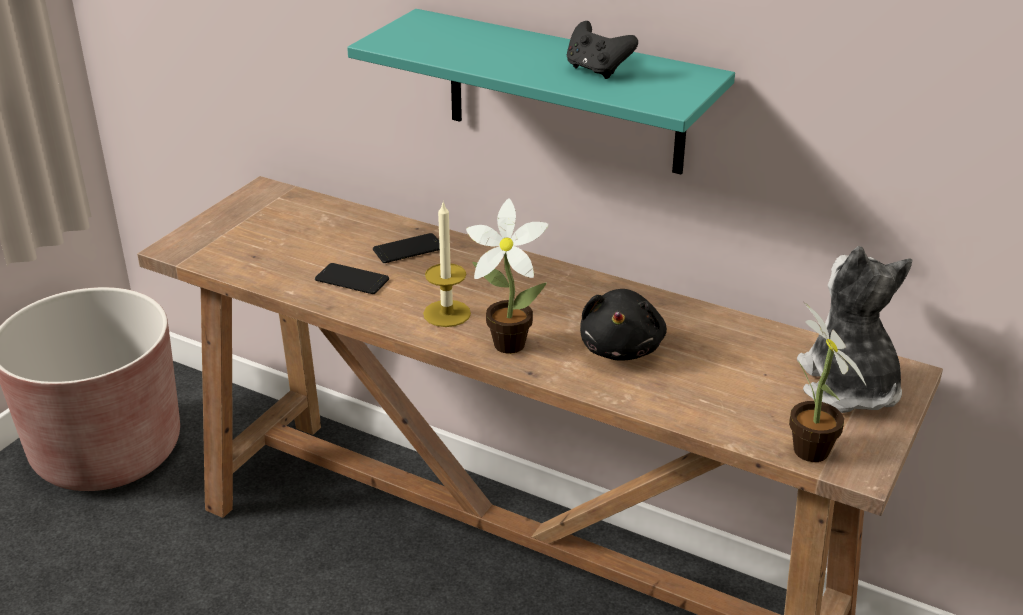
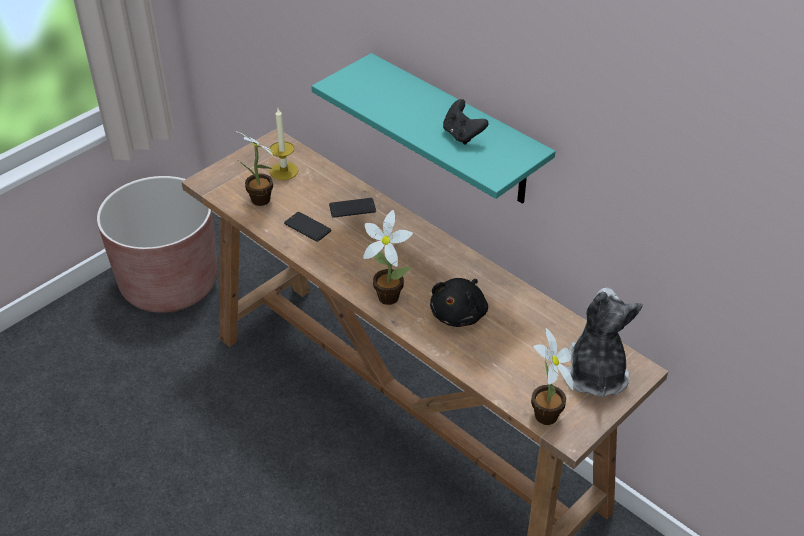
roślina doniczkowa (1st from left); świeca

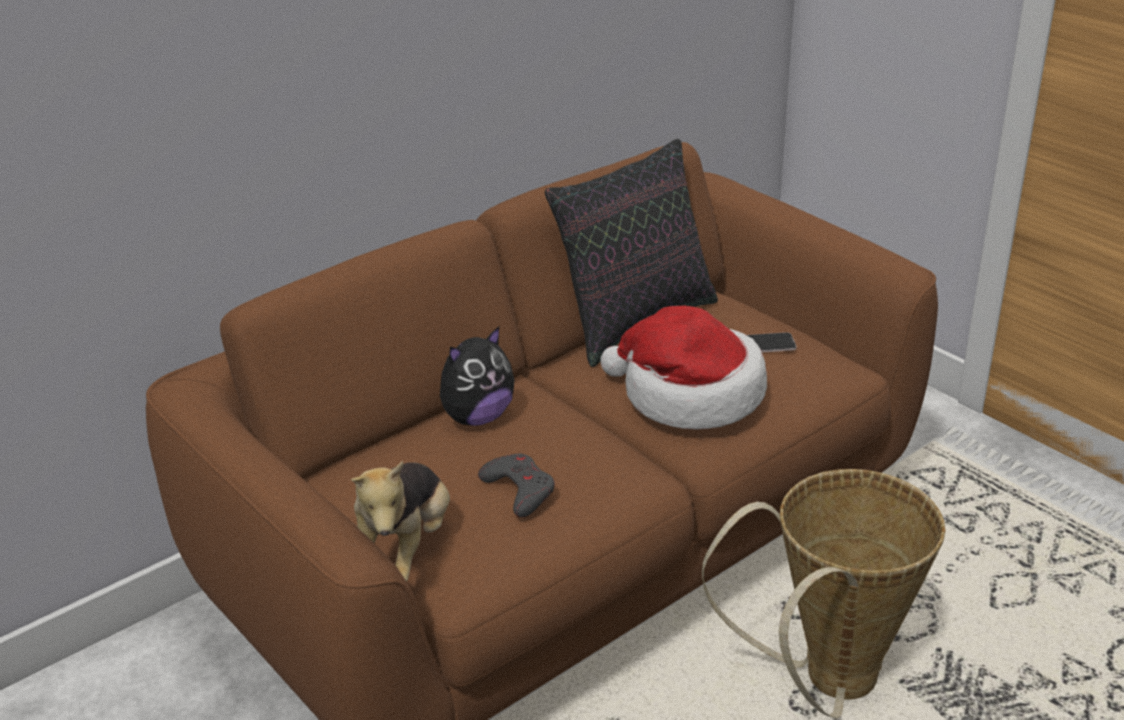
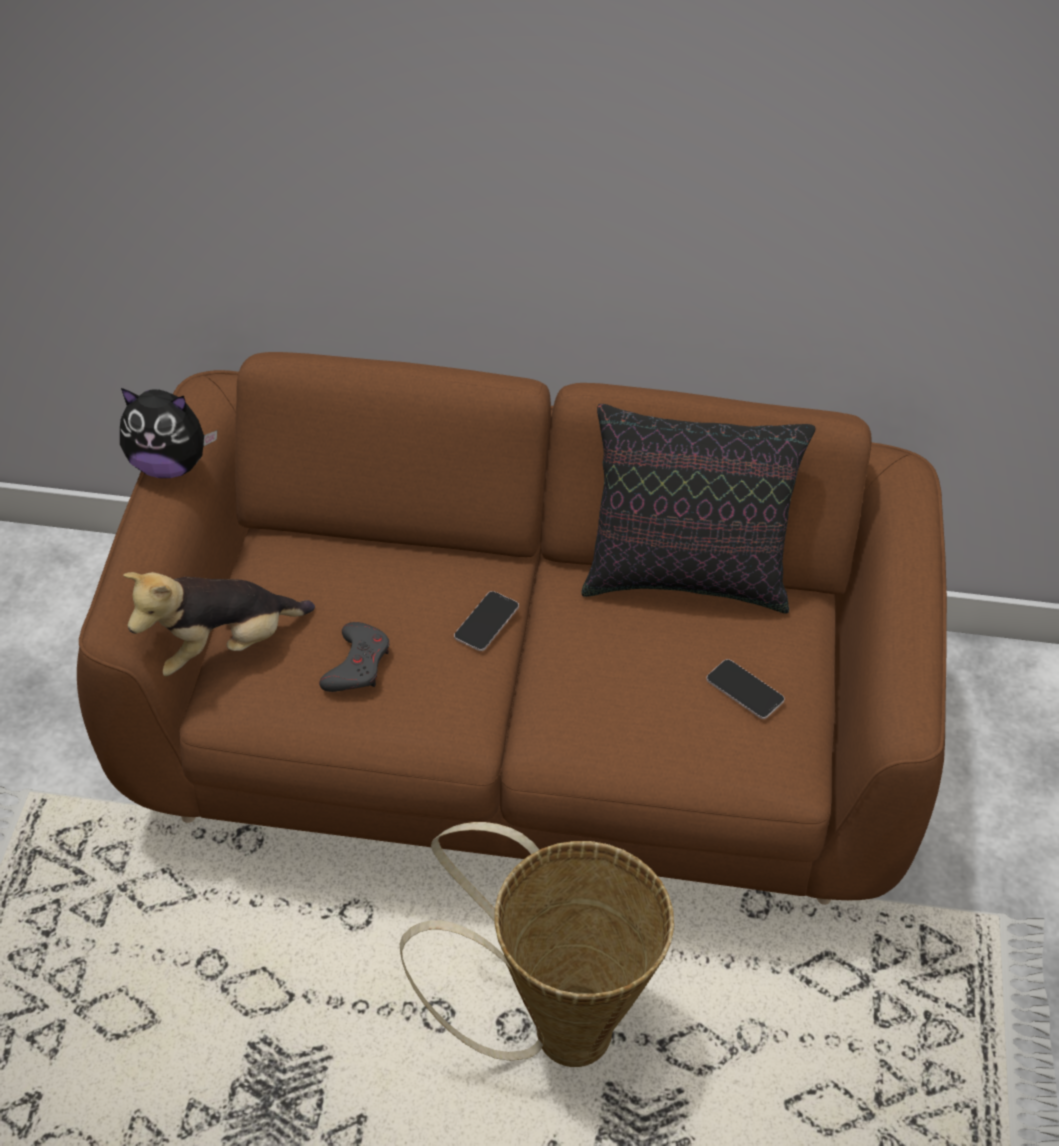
kapelusz; telefon (1st from left); pluszak (1st from left)

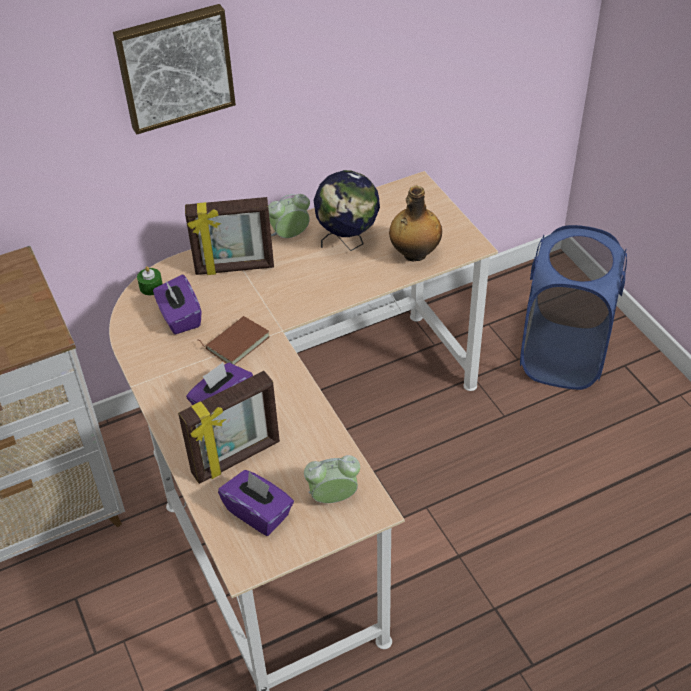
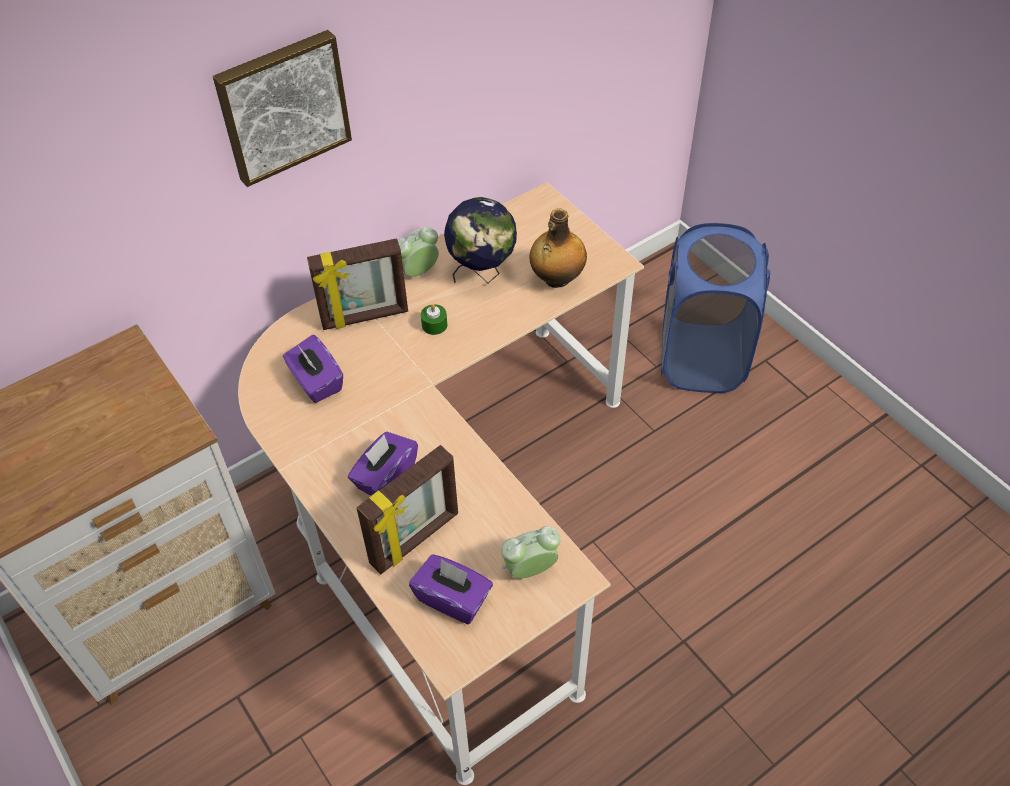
książka (brązowy); świeca (zielony)

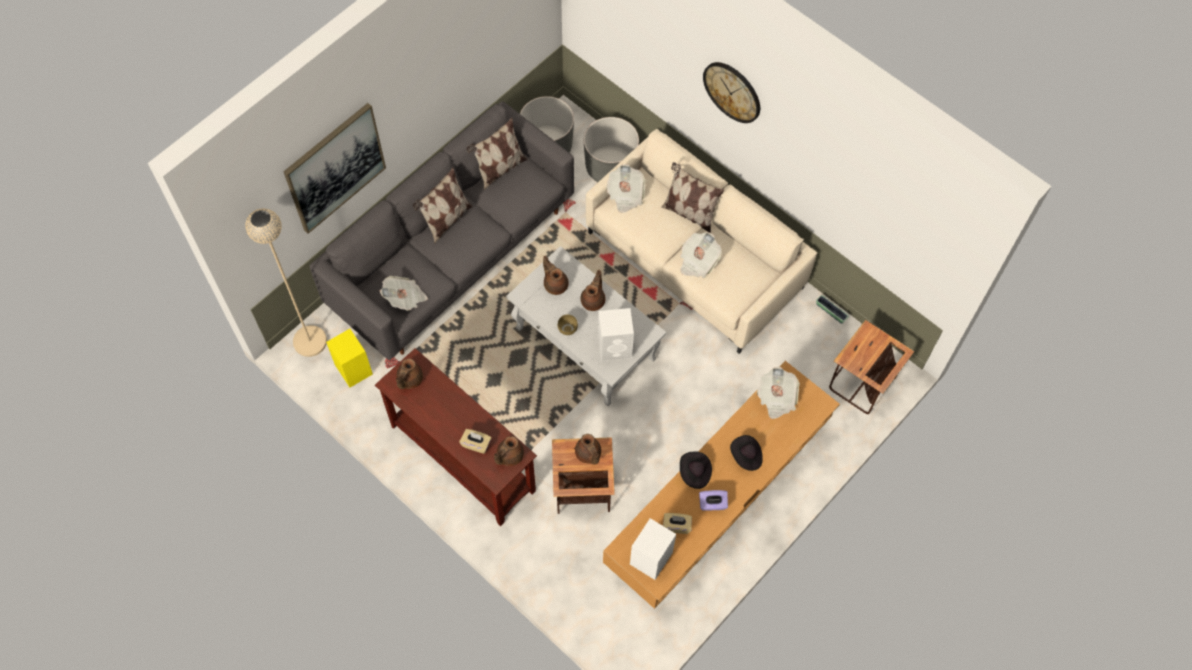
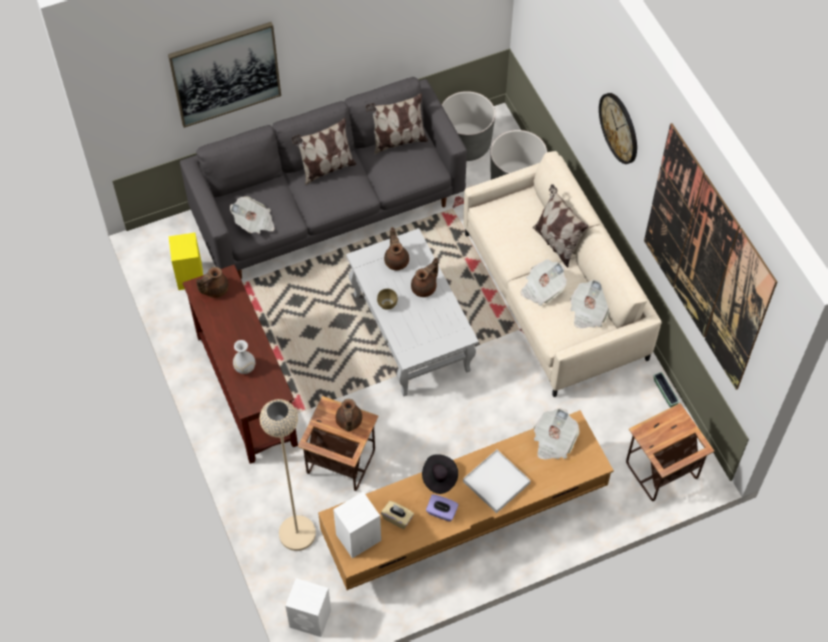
imbryk (brązowy) (2nd from left in the first image); obraz (2nd from left); lampa stojąca (beżowy); głośnik (biały) (1st from left); gazeta (4th from left); wazon (biały); taca (biały)

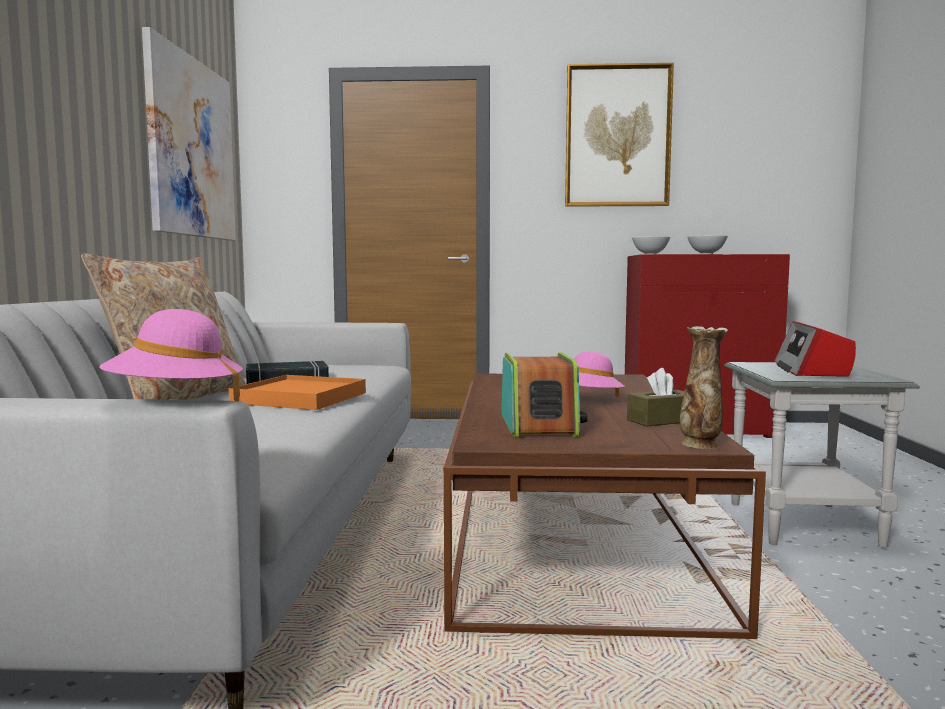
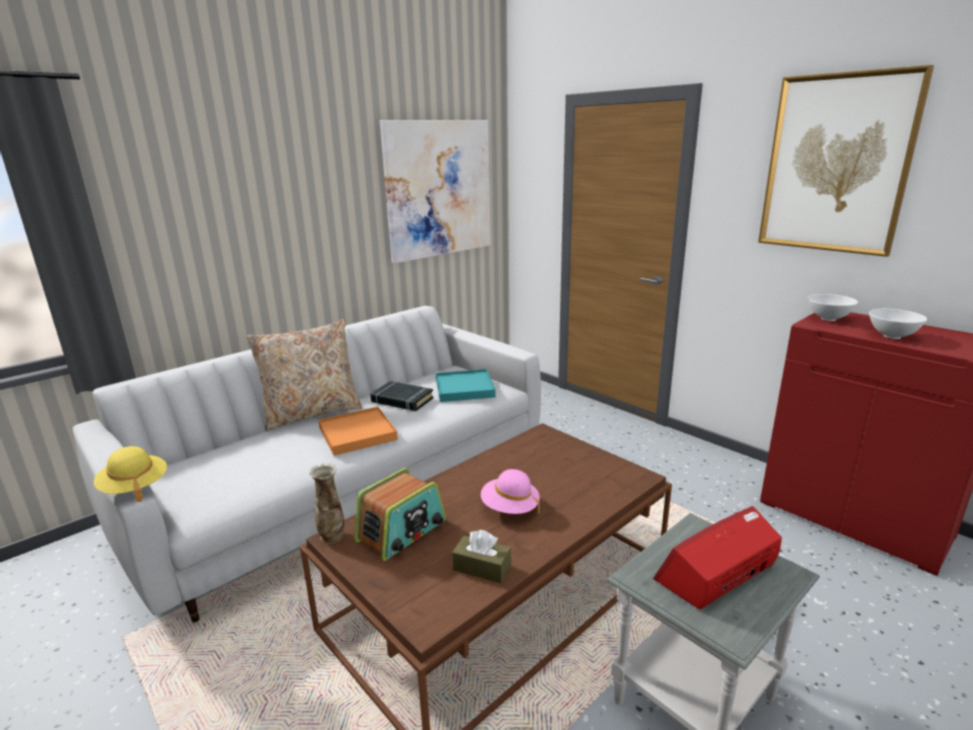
taca (turkusowy); wazon; kapelusz (żółty)

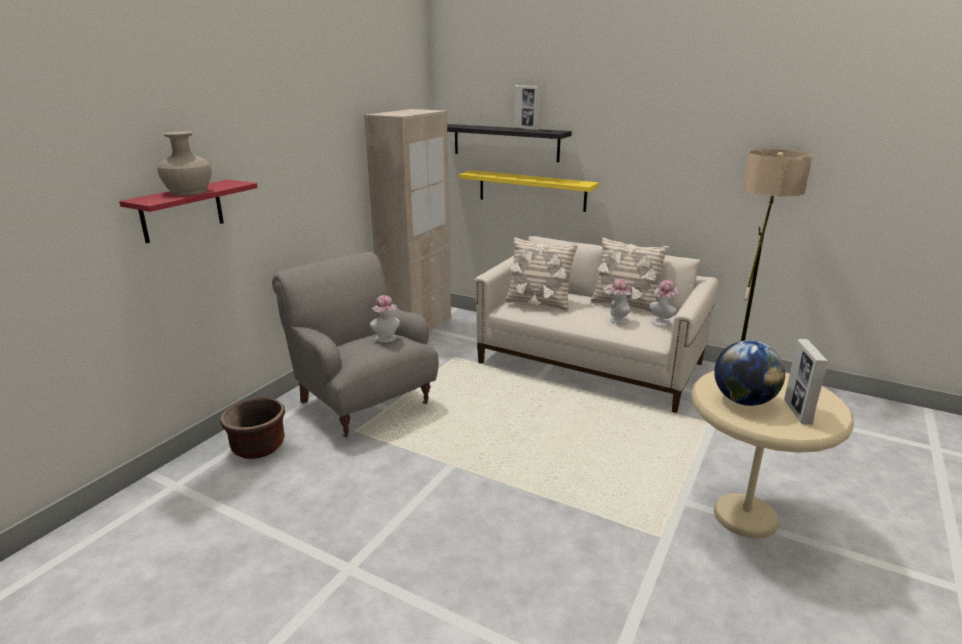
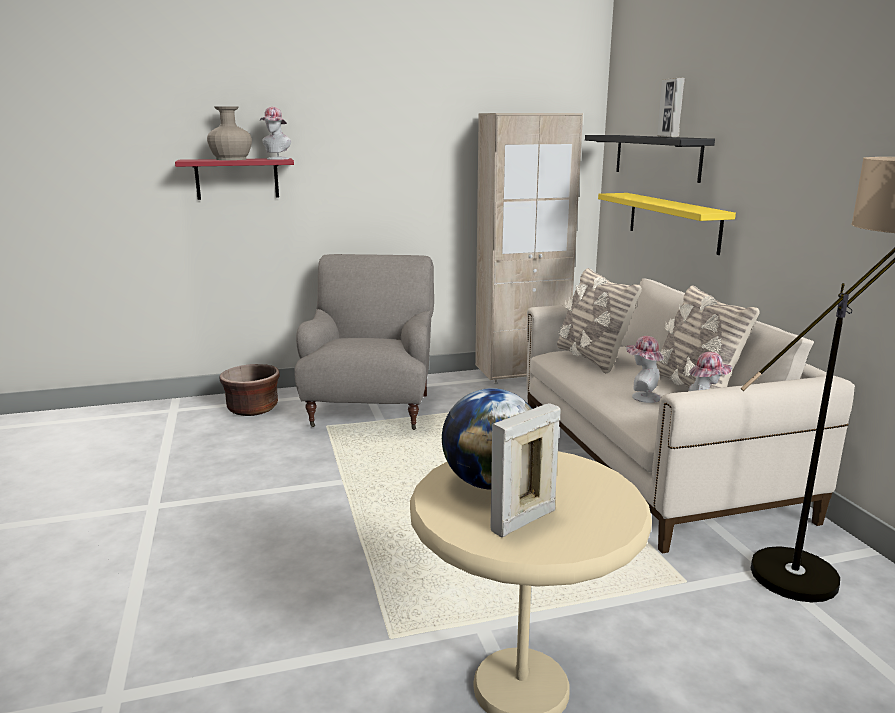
kapelusz (1st from left)

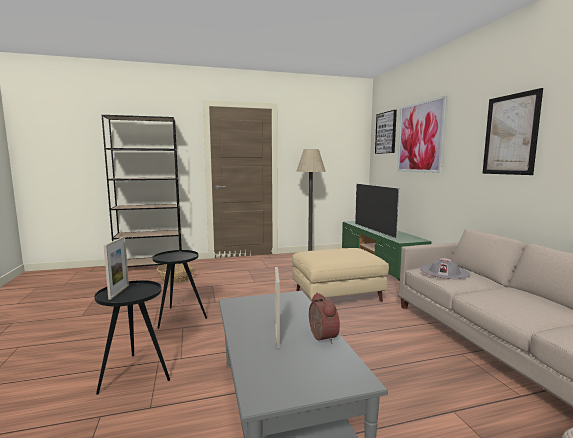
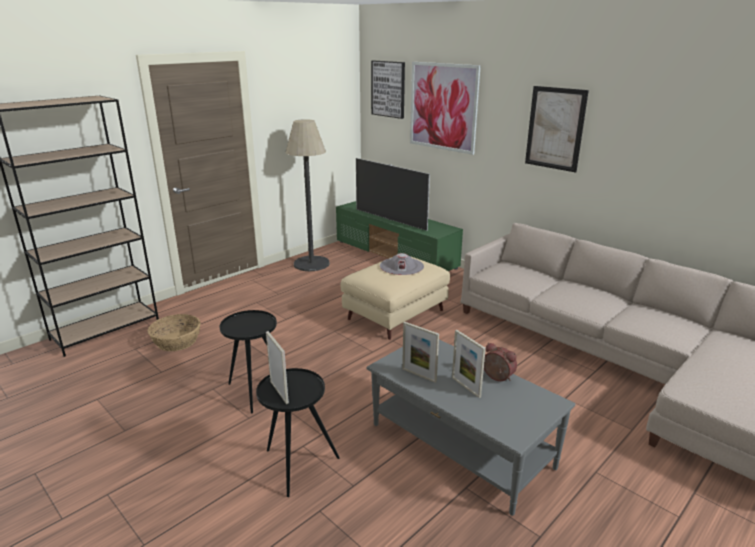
ramka na zdjęcie (2nd from left); kapelusz (szary)

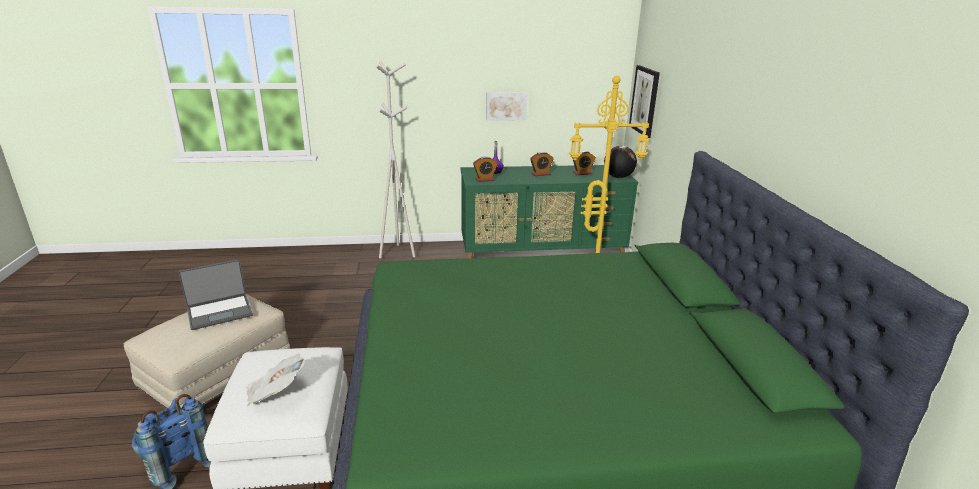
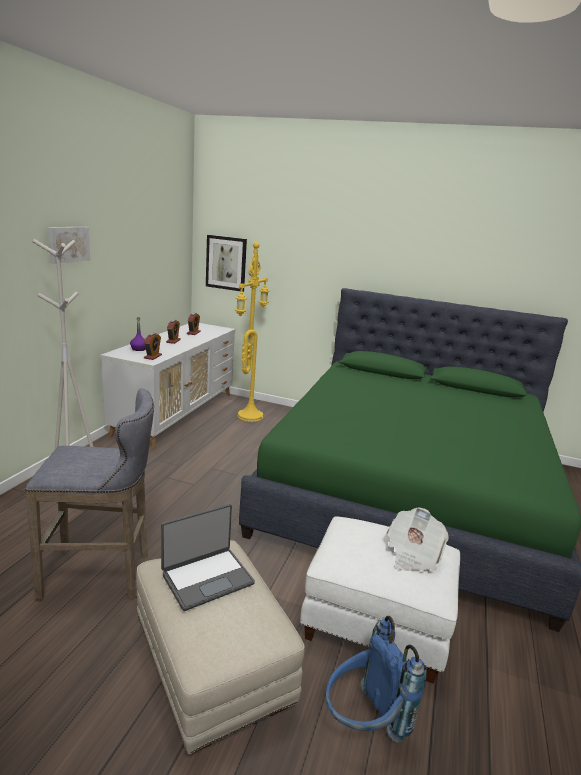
globus; stołek (szary); obraz (1st from left); komoda (biały); laptop

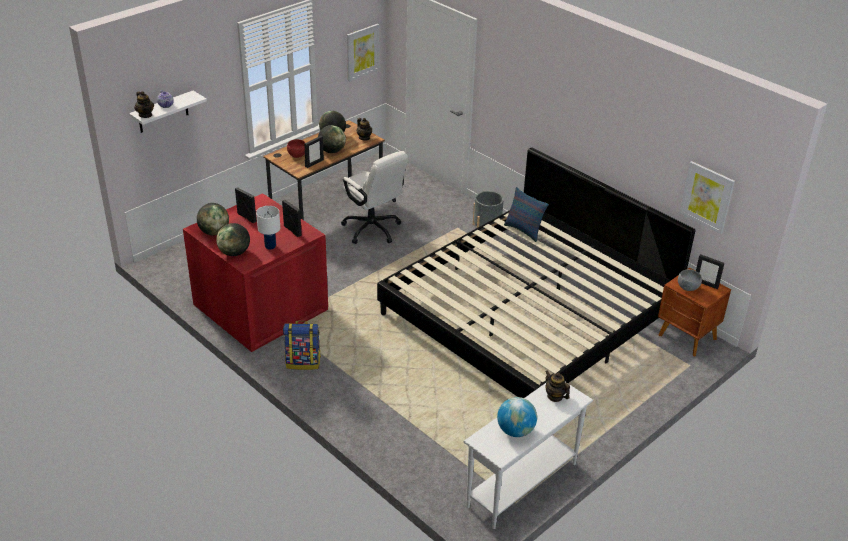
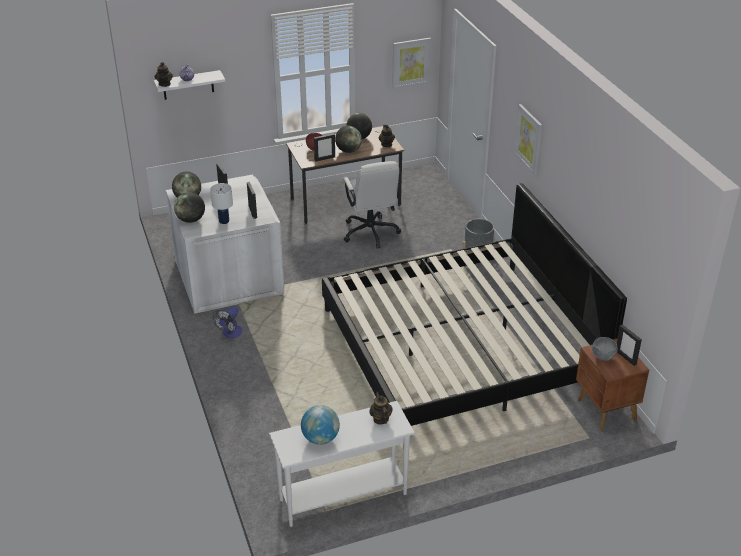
poduszka (niebieski); obraz (2nd from left); wentylator; komoda (biały)

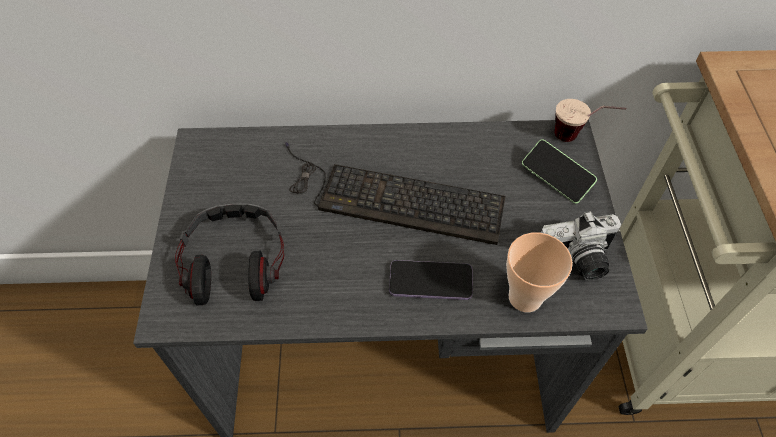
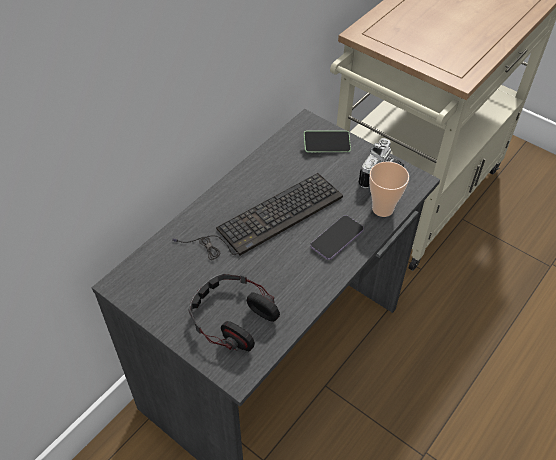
filiżanka (2nd from left in the first image)

